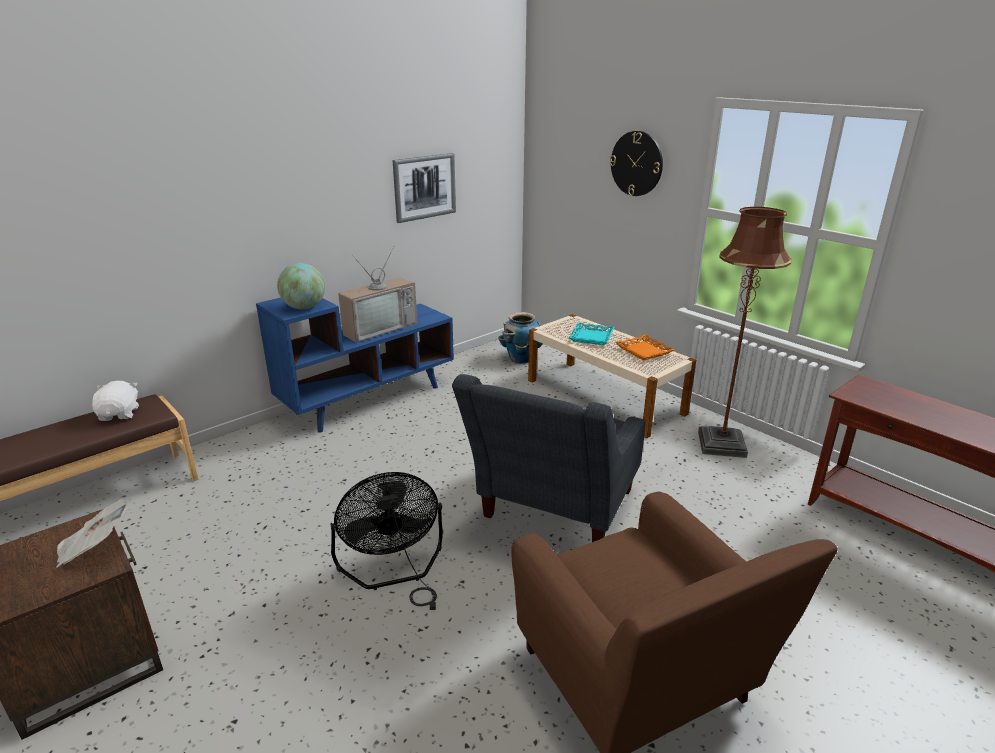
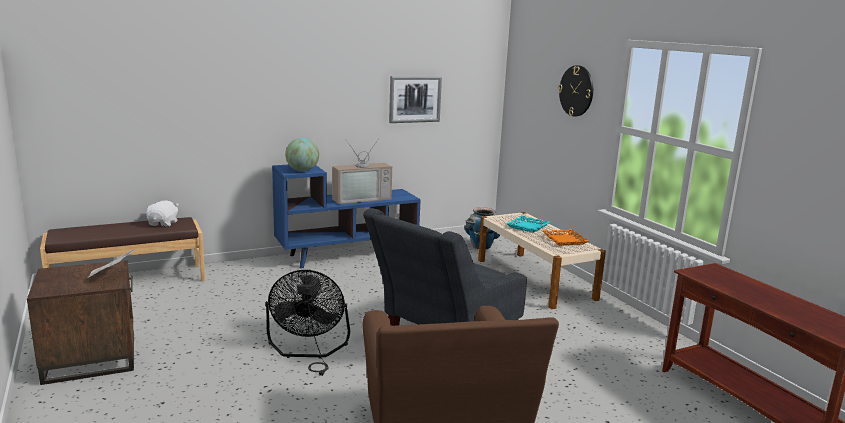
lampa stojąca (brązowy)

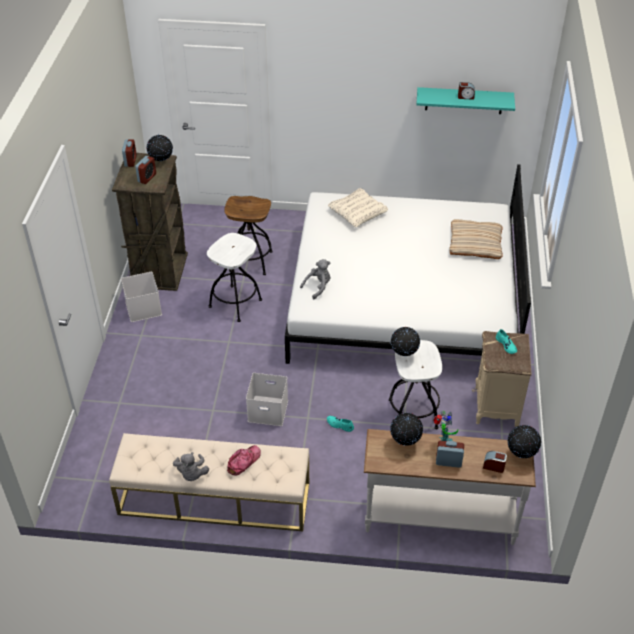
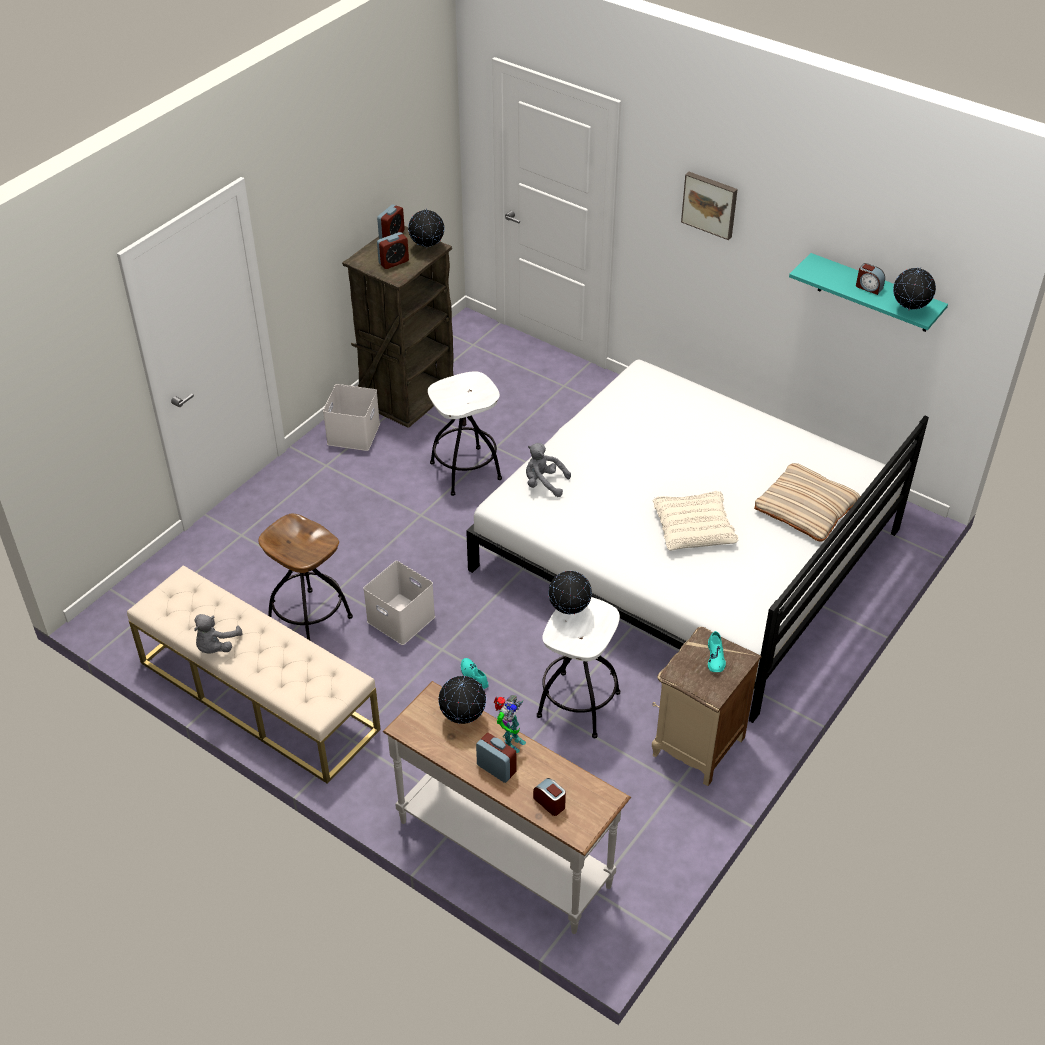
czapka z daszkiem; obraz; stołek (brązowy); poduszka (beżowy) (1st from left); globus (4th from left); pluszak (szary) (2nd from left)

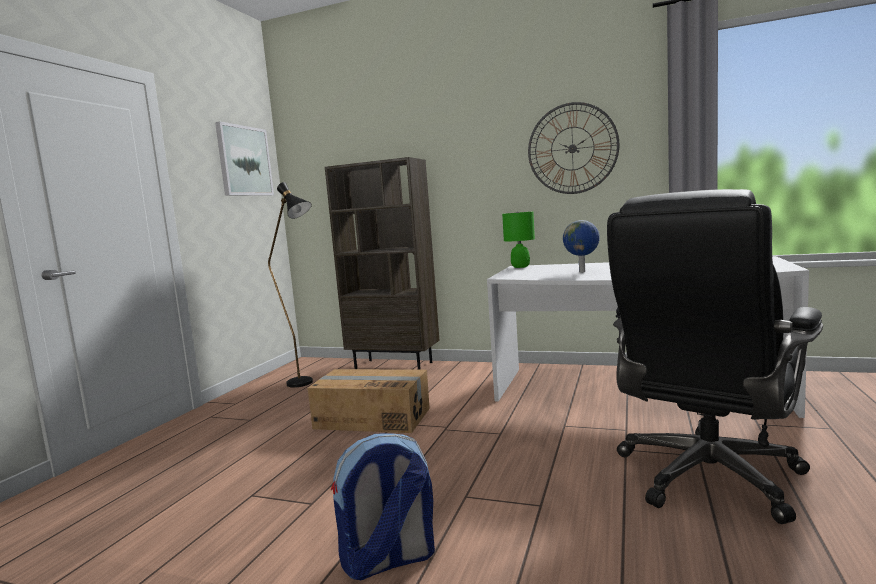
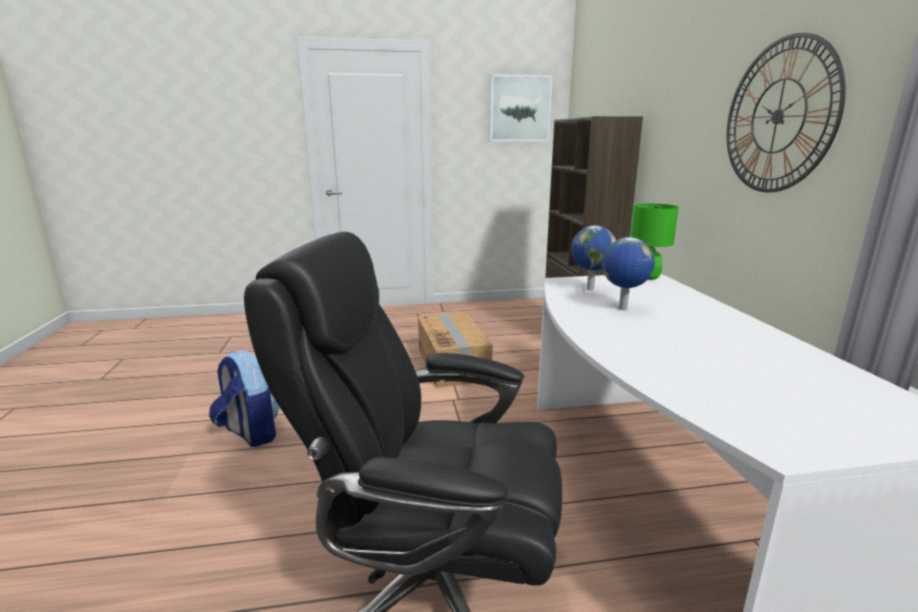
lampa stojąca (czarny); globus (1st from left)

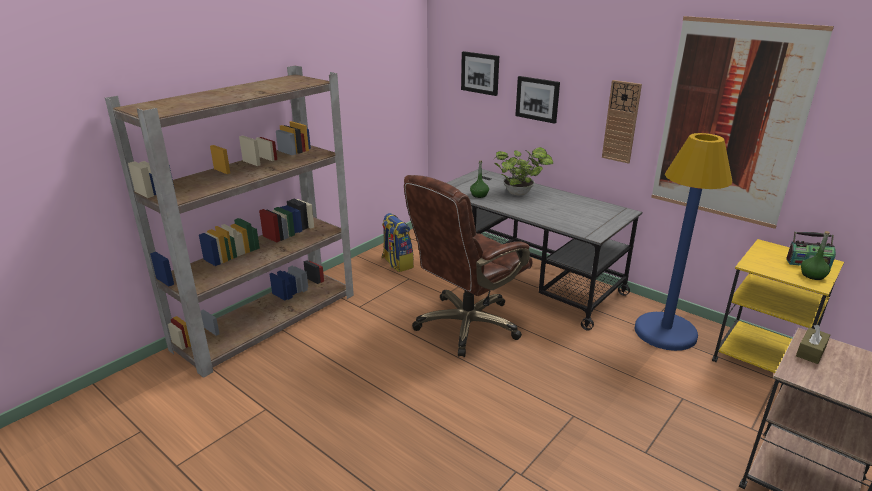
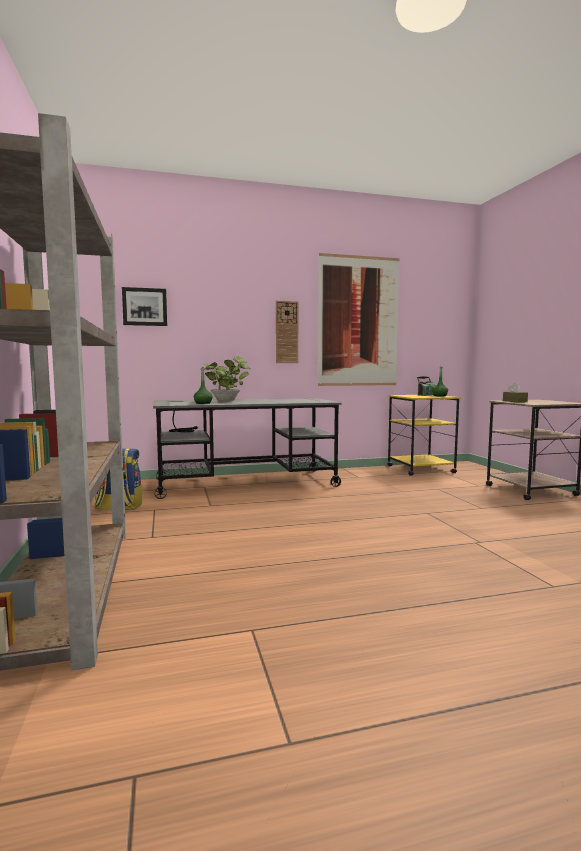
krzesło biurowe (brązowy); obraz (2nd from left in the first image); lampa stojąca (niebieski)

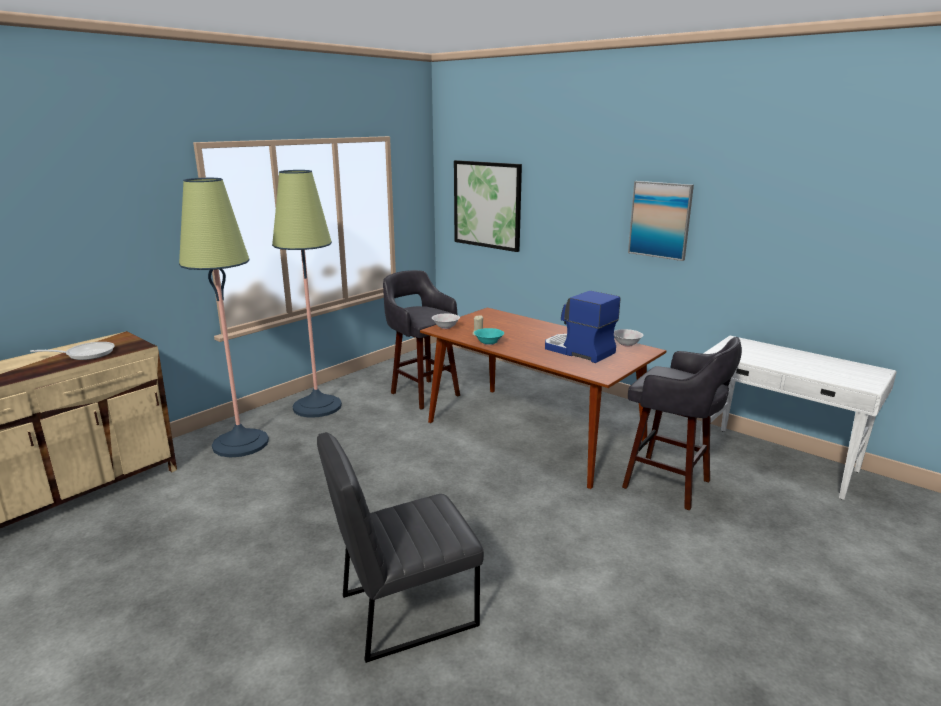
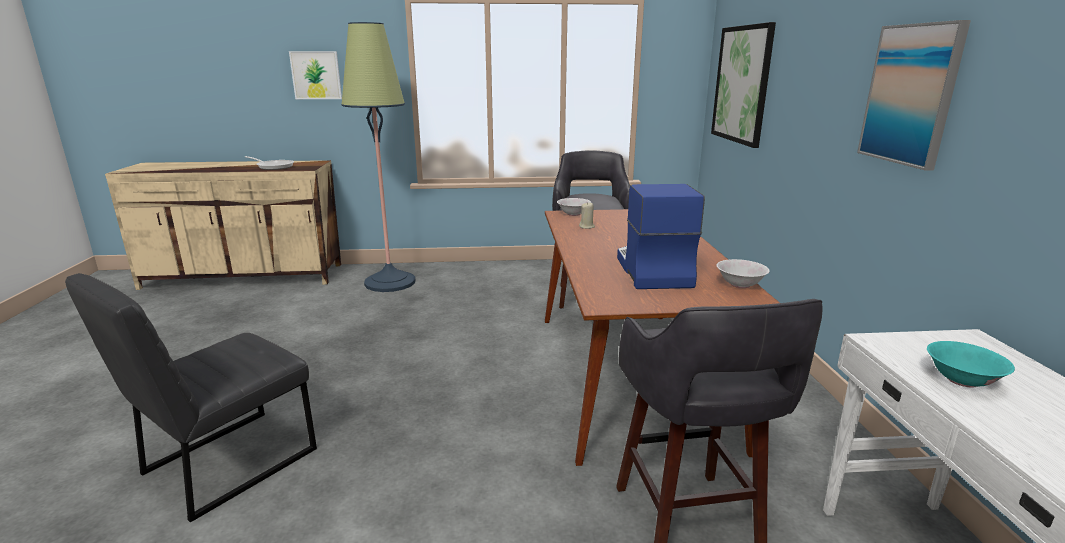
lampa stojąca (2nd from left in the first image); obraz (1st from left); miska (turkusowy); krzesło (szary)

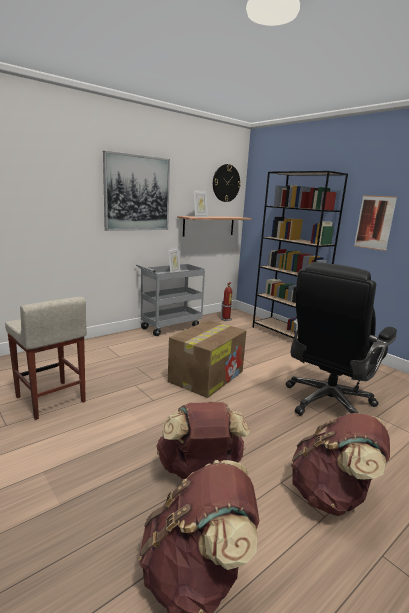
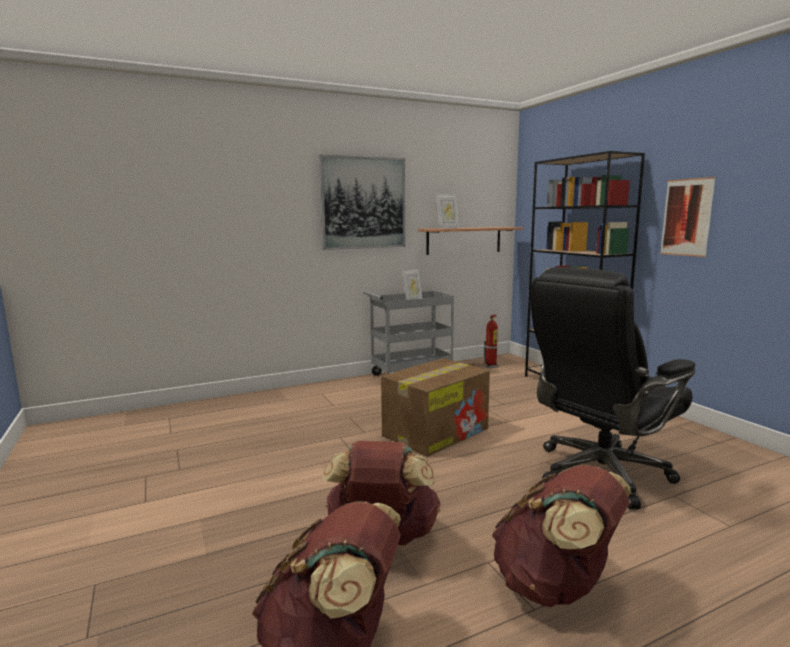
stołek (beżowy); zegar ścienny

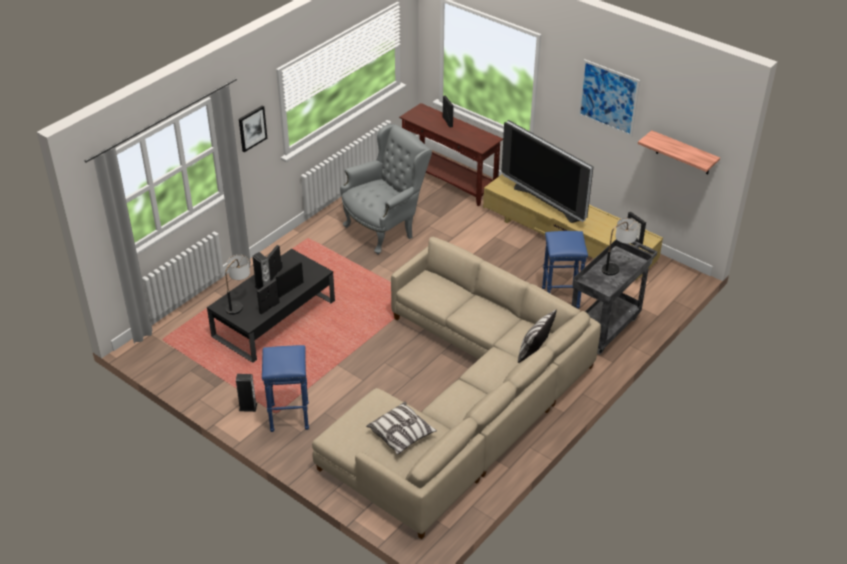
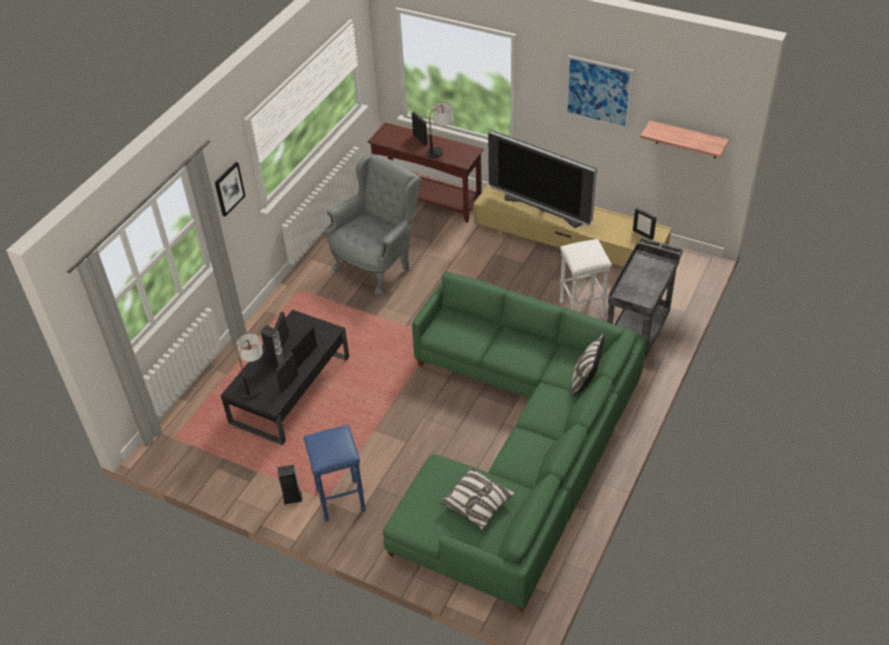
lampa stołowa (2nd from left); kanapa (zielony); stołek (biały)

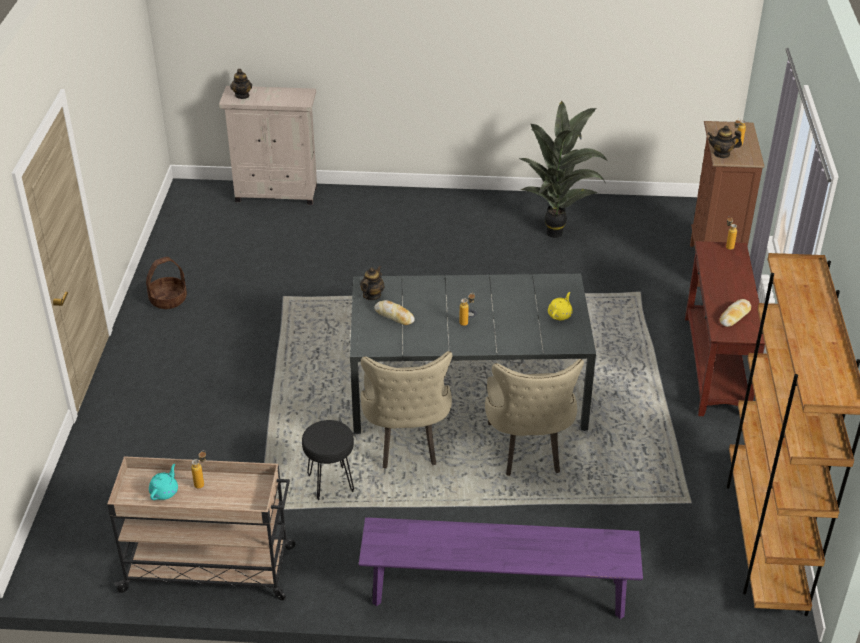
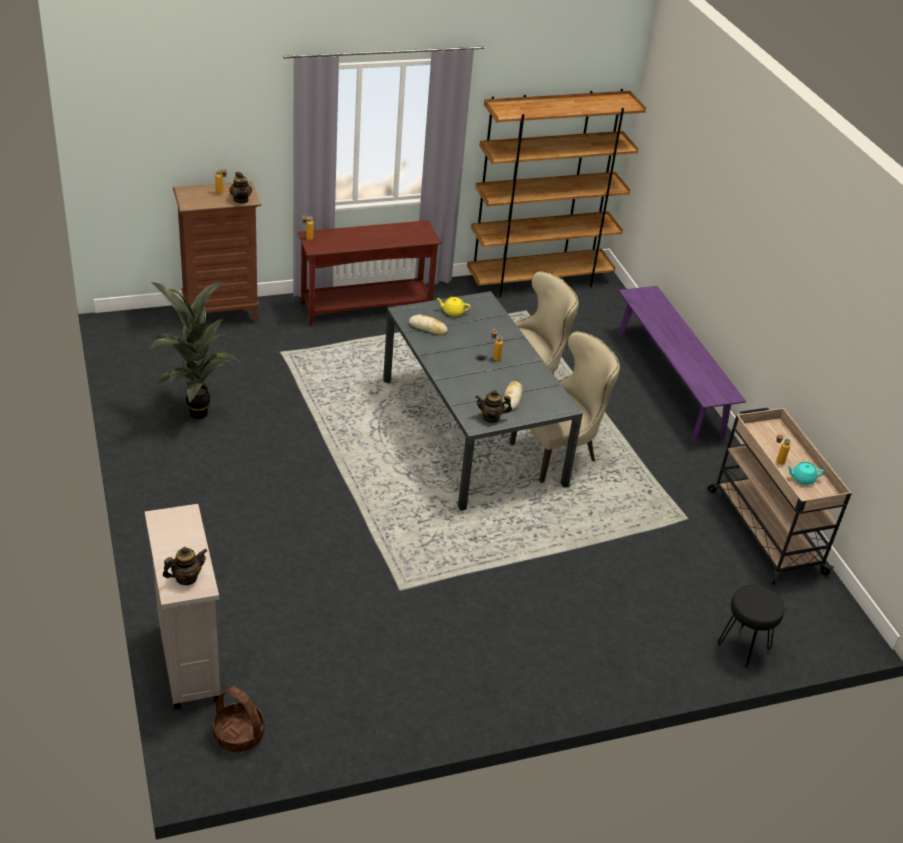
koszyk; stołek (czarny); chleb (1st from left)

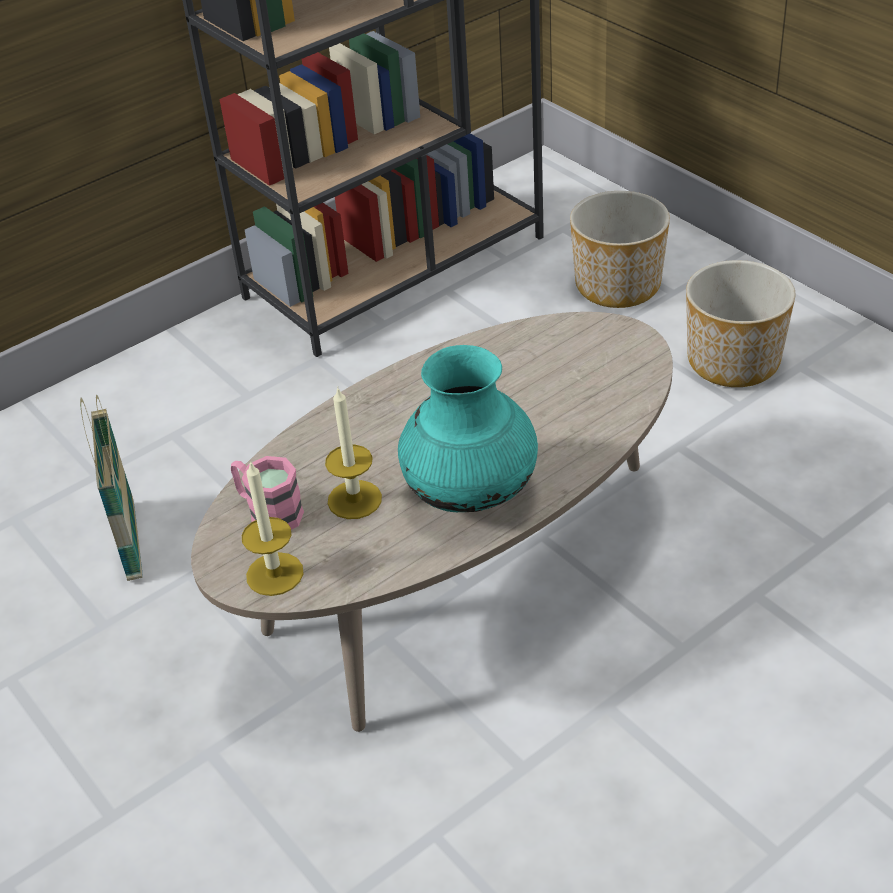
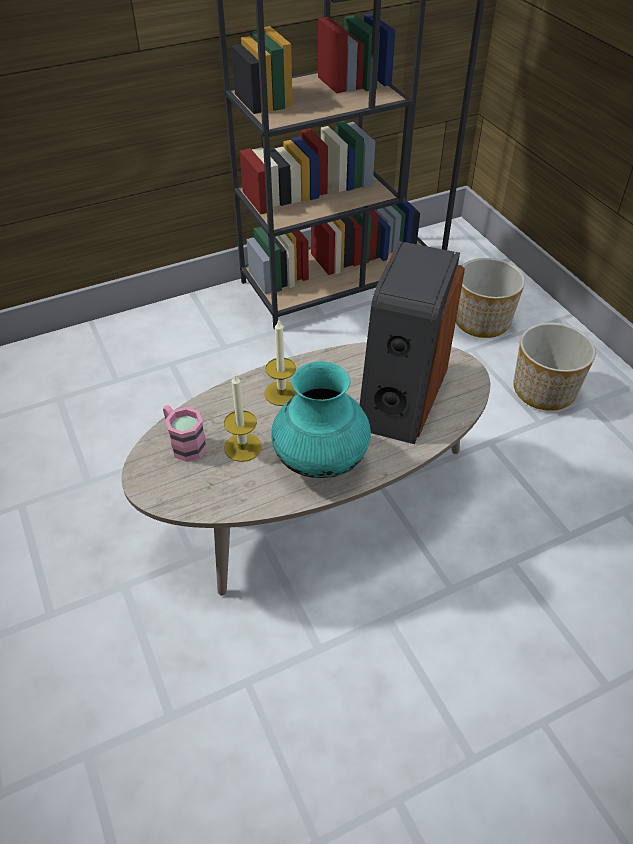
koszyk; głośnik; świeca (2nd from left)

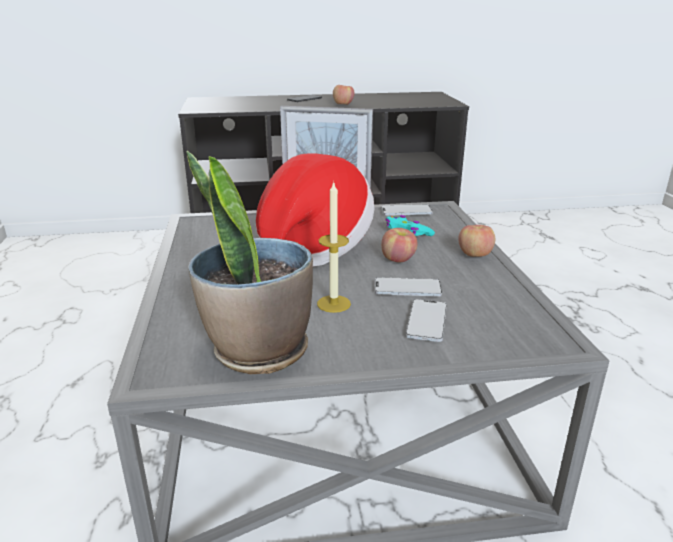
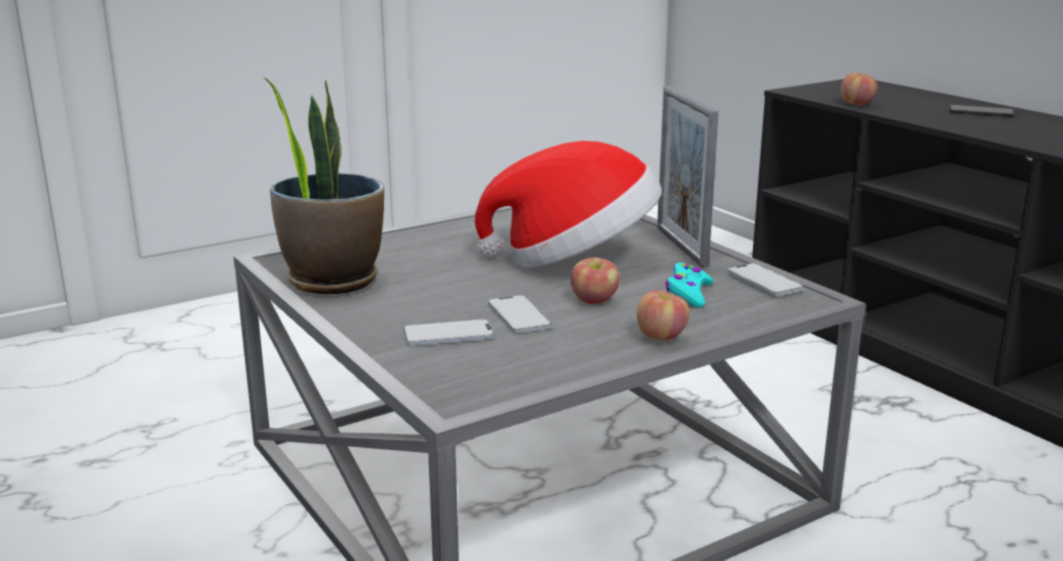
świeca; jabłko (3rd from left)

